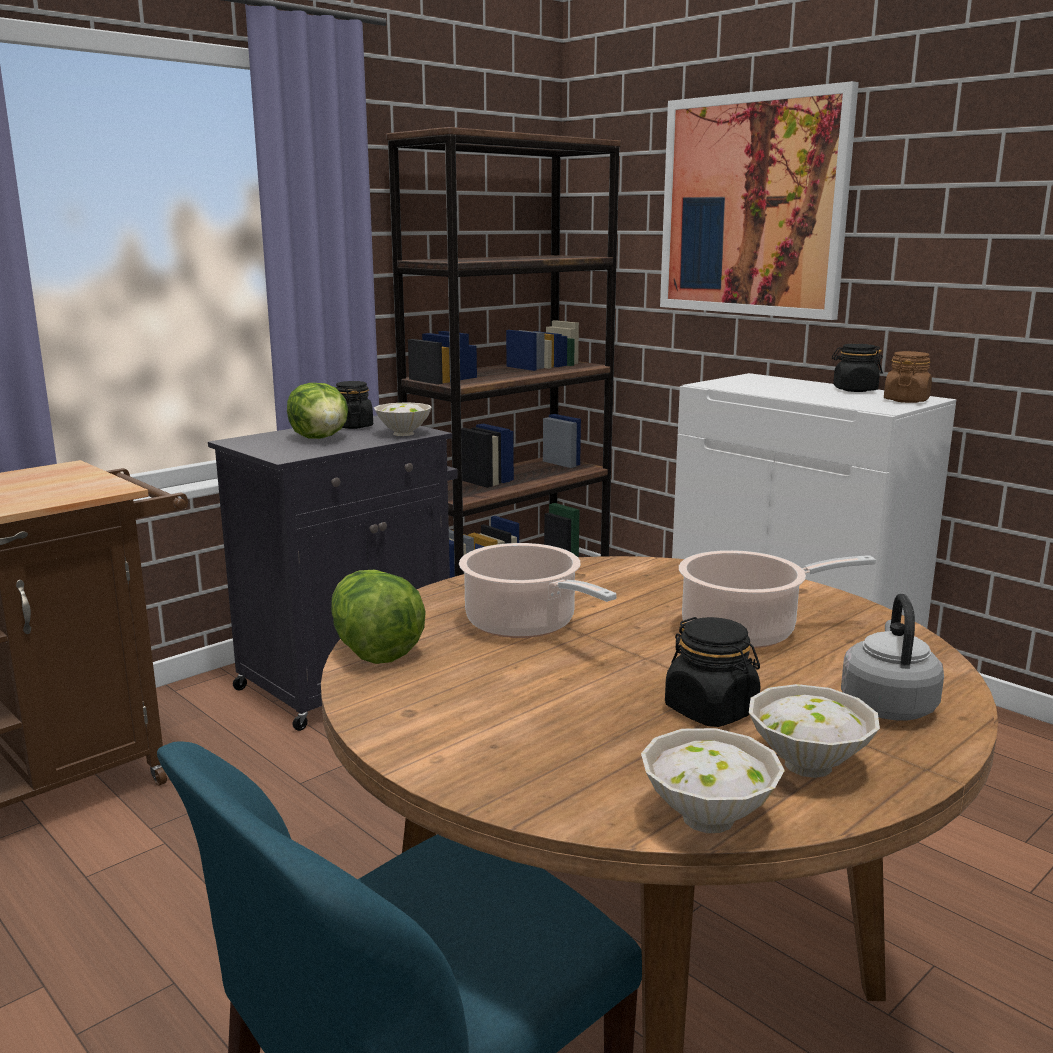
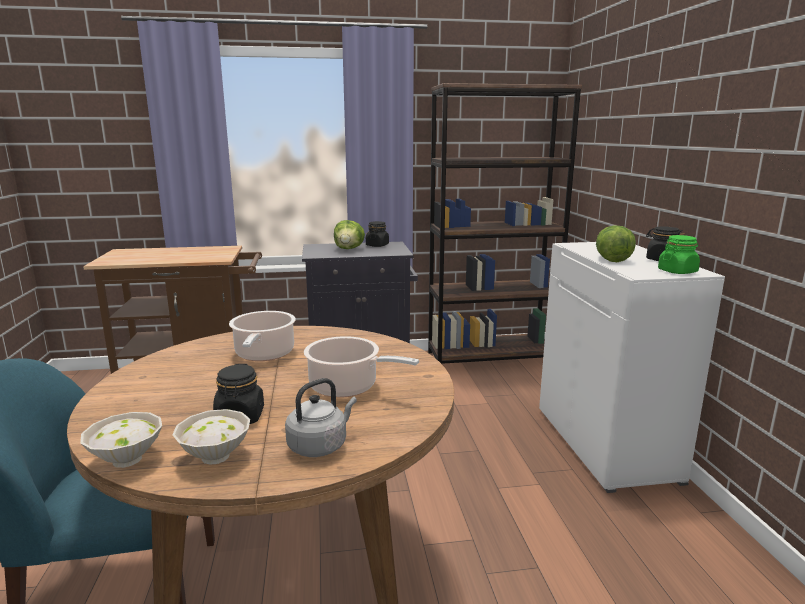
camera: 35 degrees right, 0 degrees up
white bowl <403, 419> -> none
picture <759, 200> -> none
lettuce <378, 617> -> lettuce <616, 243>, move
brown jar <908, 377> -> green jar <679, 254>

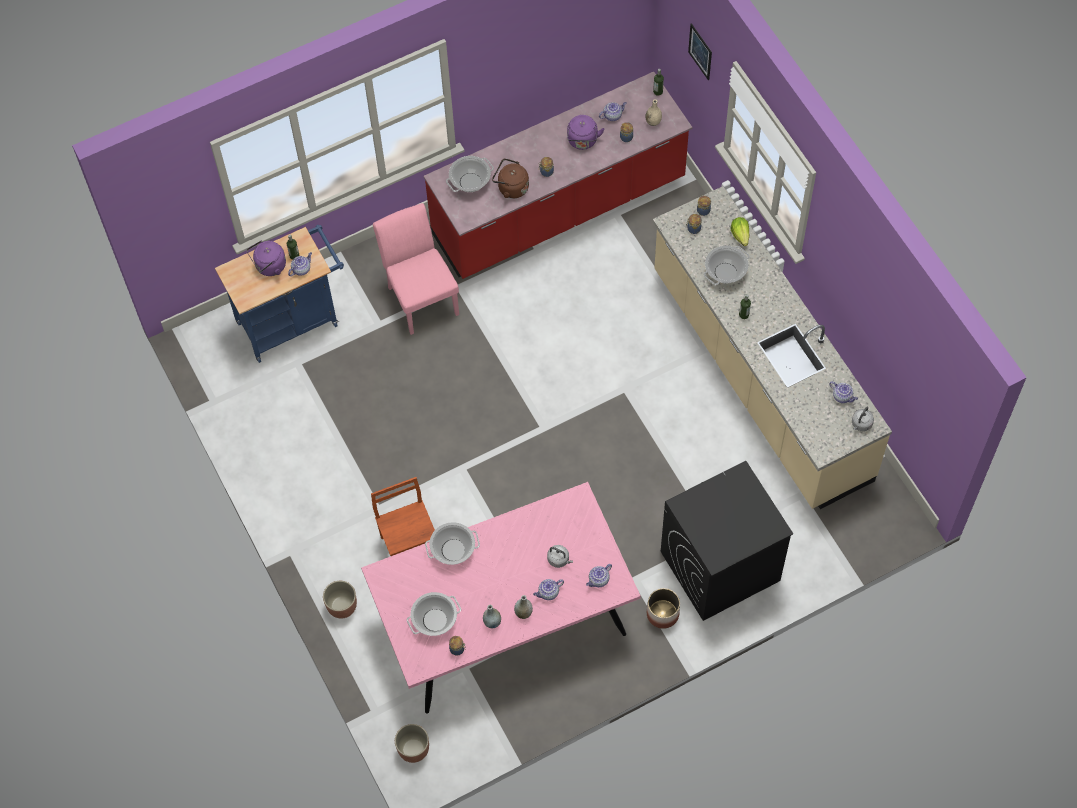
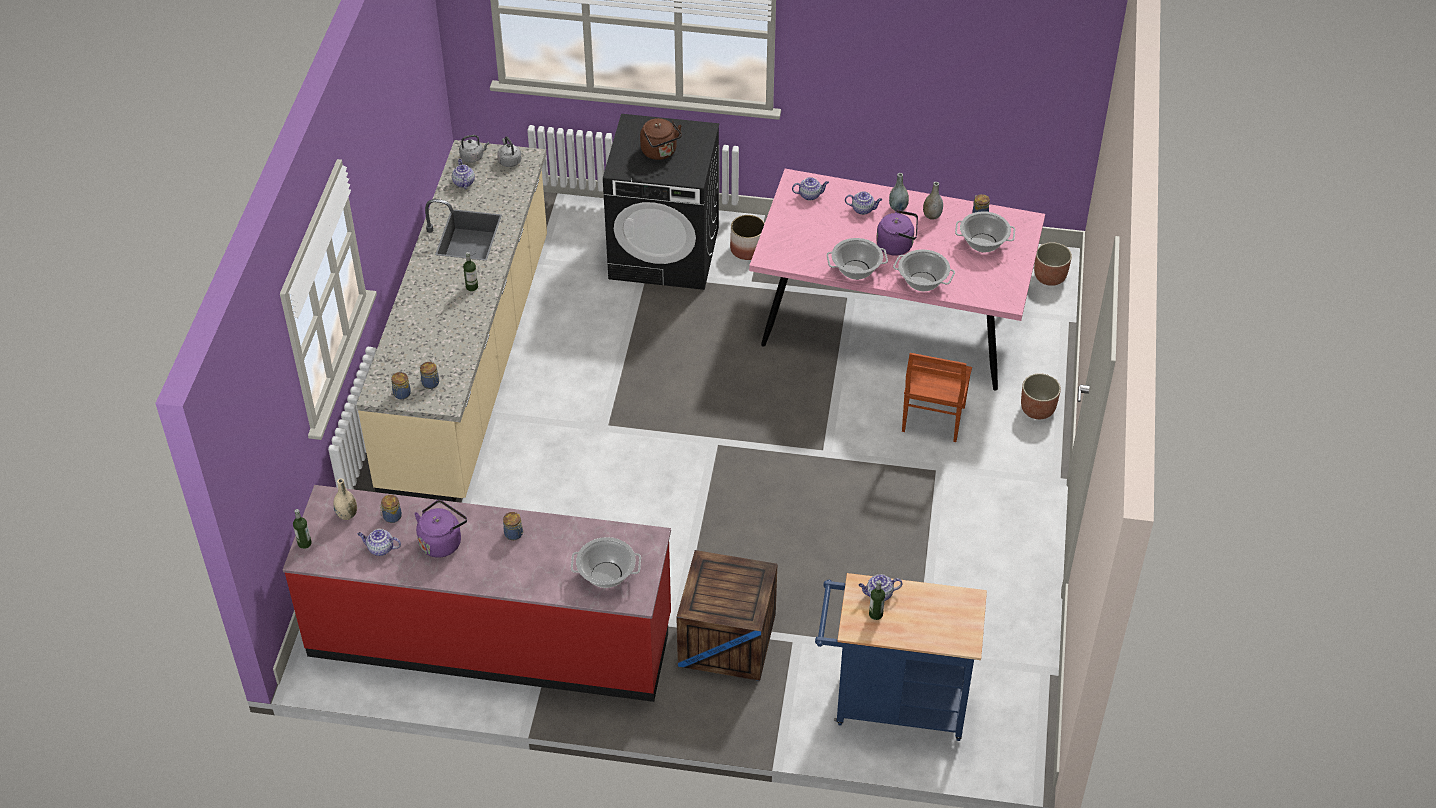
camera: 145 degrees left, 15 degrees down
picture <700, 51> -> none
lettuce <740, 231> -> none
purple kettle <266, 258> -> purple kettle <897, 233>, move
brown kettle <510, 178> -> brown kettle <661, 139>, move
grey kettle <560, 556> -> grey kettle <509, 151>, move
cooking pot <726, 265> -> cooking pot <857, 259>, move
pink chair <416, 269> -> crate <726, 615>

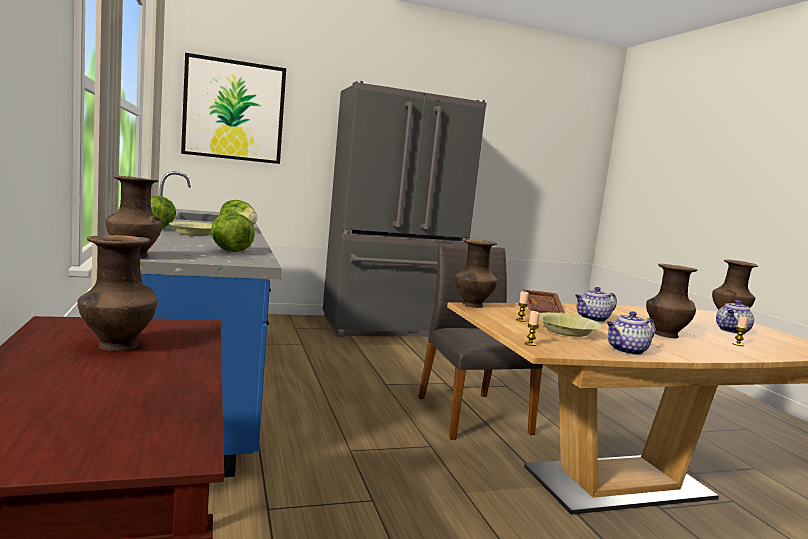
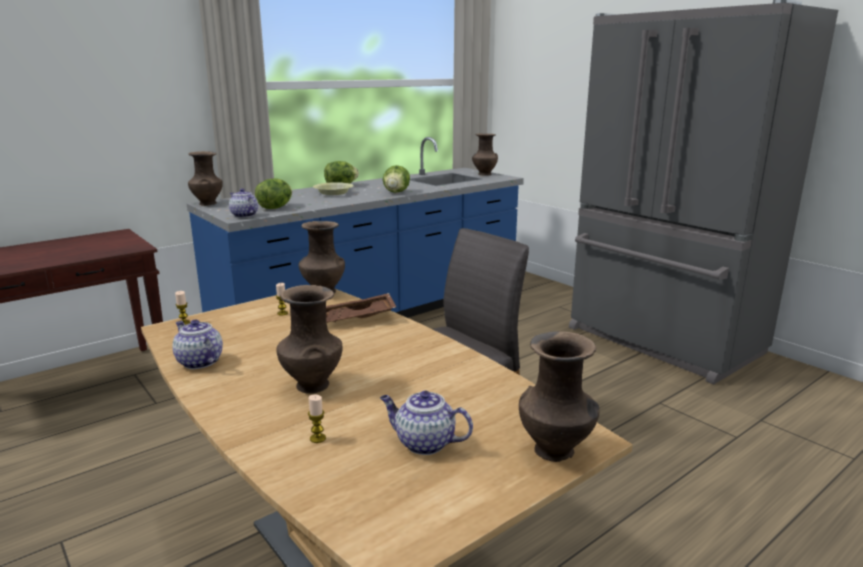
camera: 70 degrees right, 10 degrees up
picture <233, 108> -> none
yellow bowl <570, 324> -> none
brown vase <117, 293> -> brown vase <485, 154>, move
teapot <596, 304> -> teapot <243, 203>, move

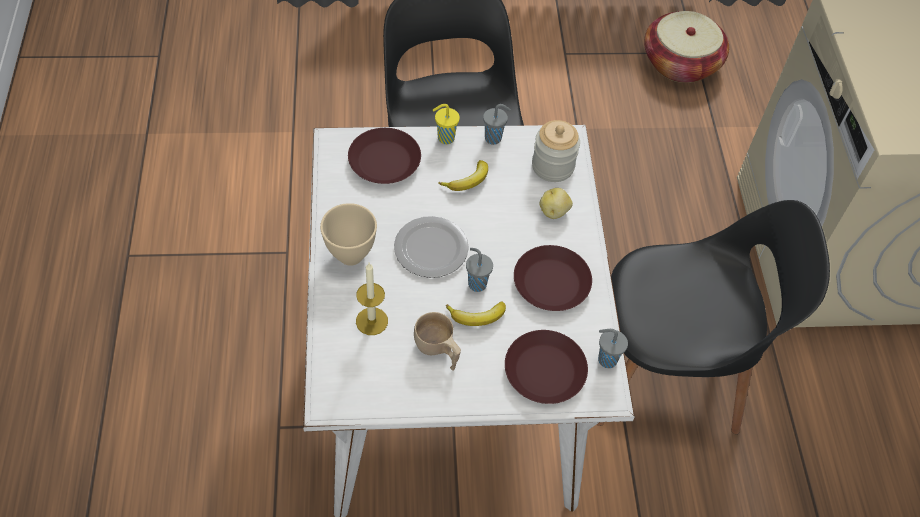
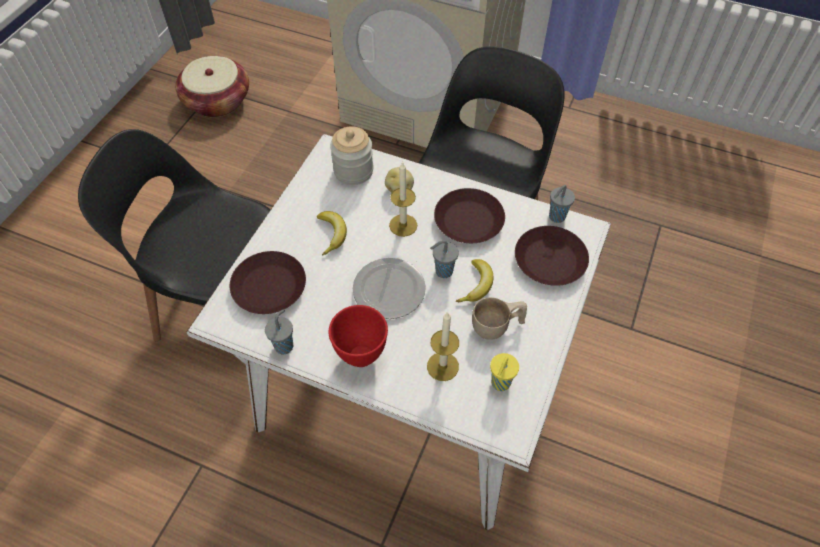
camera: 60 degrees left, 0 degrees up
none -> candle <403, 199>
yellow cup <446, 124> -> yellow cup <504, 372>, move
grey cup <497, 124> -> grey cup <279, 332>, move
beige bowl <348, 234> -> red bowl <358, 336>

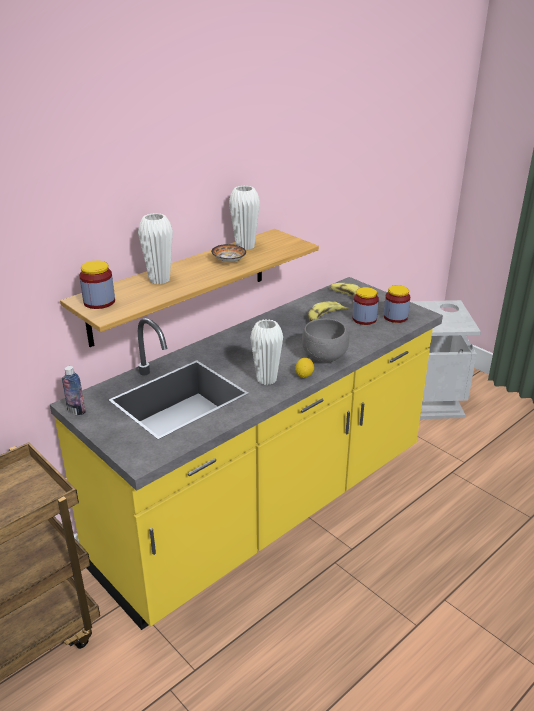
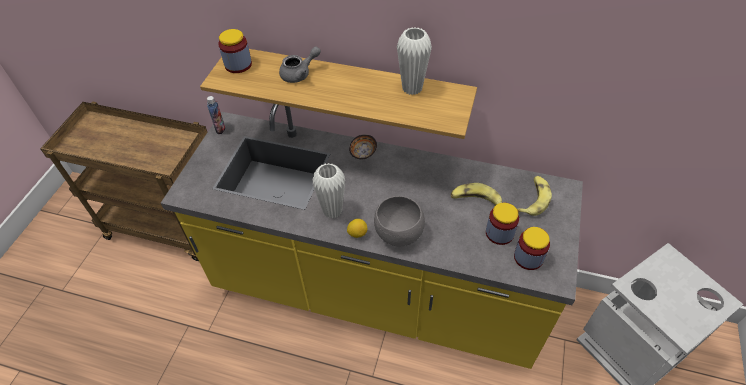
camera: 60 degrees right, 20 degrees up
bowl <228, 253> -> bowl <363, 147>, move
white vase <155, 248> -> grey teapot <300, 65>

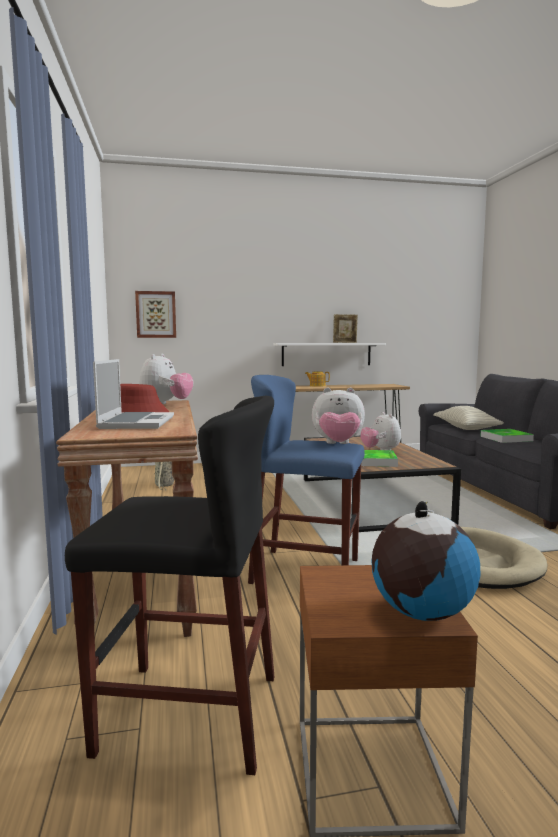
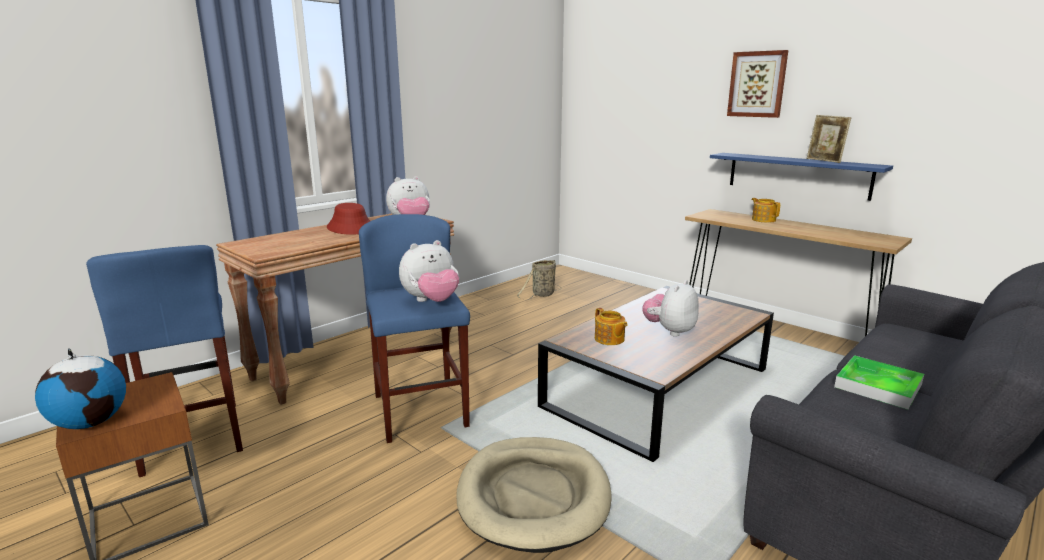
camera: 55 degrees right, 10 degrees up
laptop <133, 394> -> none
pillow <468, 418> -> none
picture <155, 314> -> picture <757, 84>, move
tray <379, 458> -> teapot <611, 326>
black stool <169, 585> -> blue stool <164, 361>
white shelf <329, 354> -> blue shelf <801, 177>
plush toy <338, 416> -> plush toy <429, 271>, 90 degrees counterclockwise

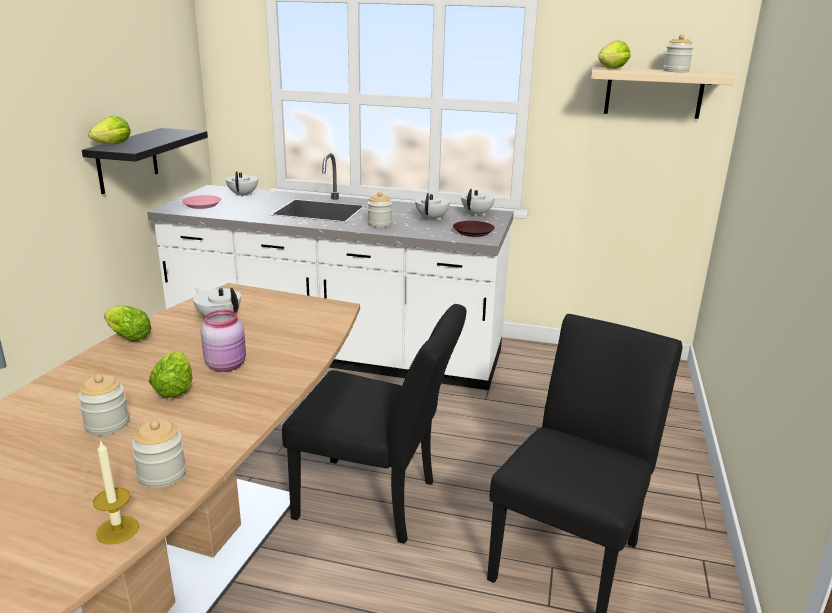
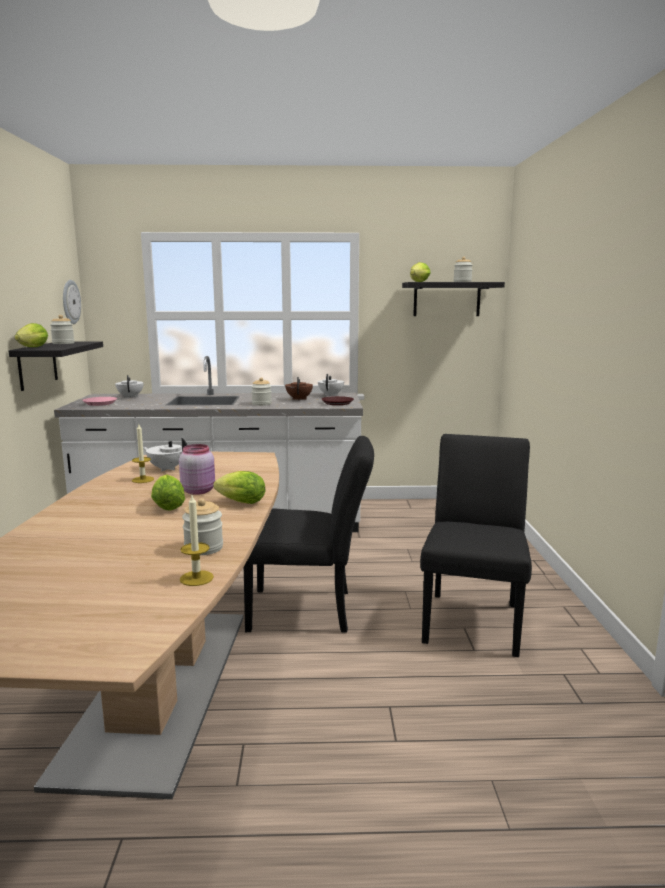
camera: 15 degrees left, 10 degrees down
none -> wall clock <72, 302>
none -> candle <143, 453>
jar <103, 405> -> jar <62, 329>, move
lettuce <128, 323> -> lettuce <239, 487>, move
white teapot <432, 207> -> brown teapot <299, 388>
beige shelf <662, 93> -> black shelf <453, 299>

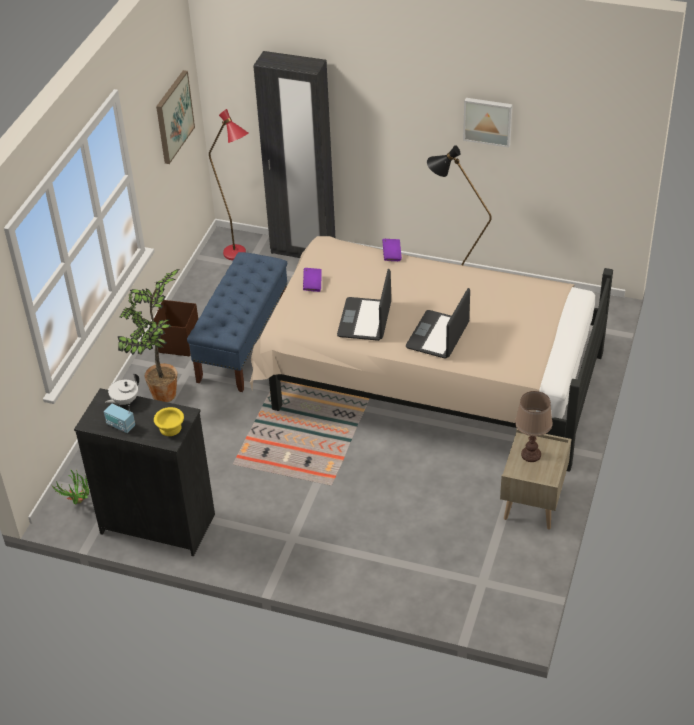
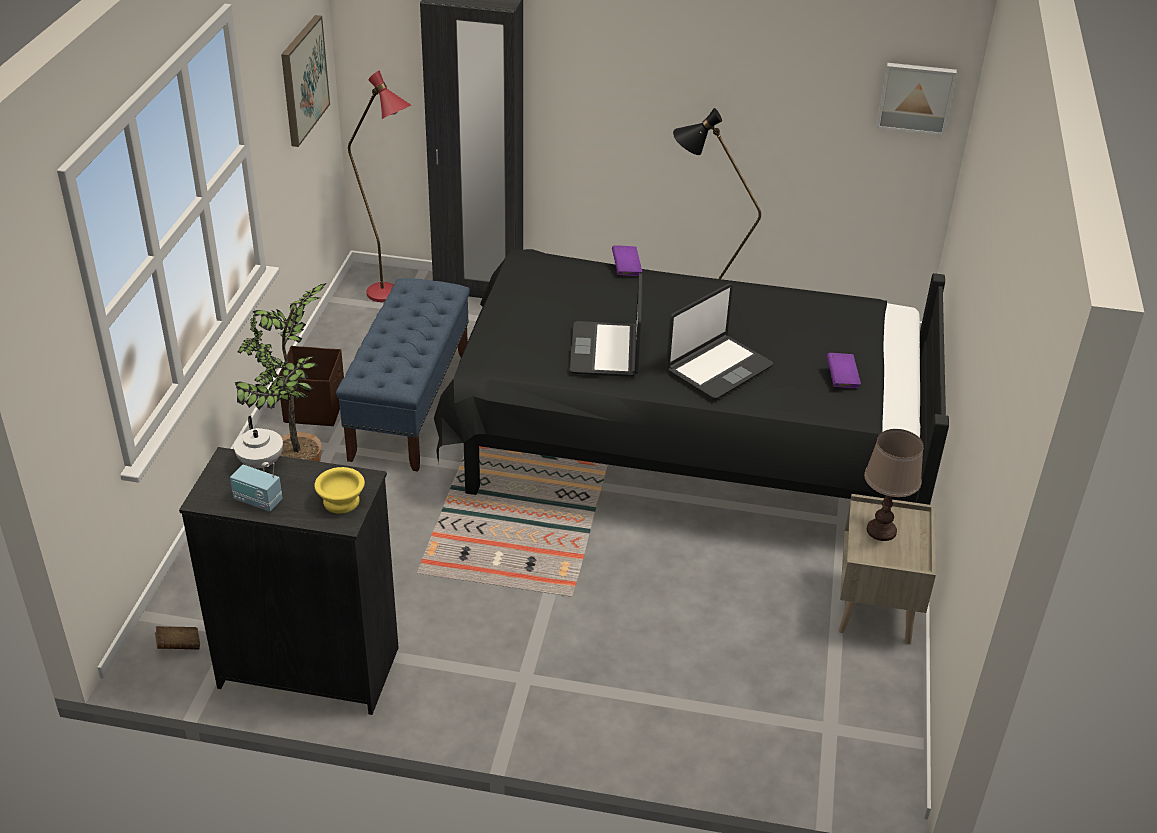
camera: 10 degrees left, 5 degrees down
purple book <312, 280> -> purple book <843, 370>, move
picture <488, 123> -> picture <917, 99>, move
potted plant <70, 486> -> brown book <177, 638>
beige bed <431, 354> -> black bed <691, 377>
white teapot <122, 389> -> white teapot <258, 443>, 60 degrees counterclockwise
laptop <438, 323> -> laptop <719, 341>, 150 degrees counterclockwise

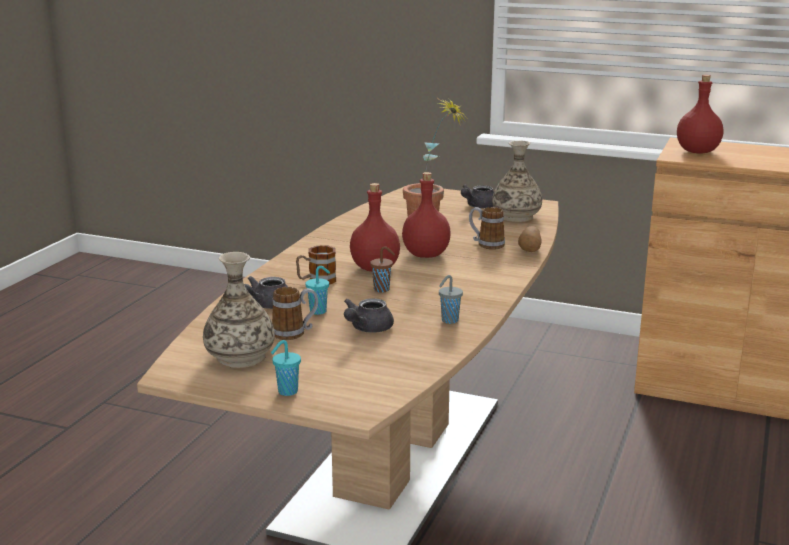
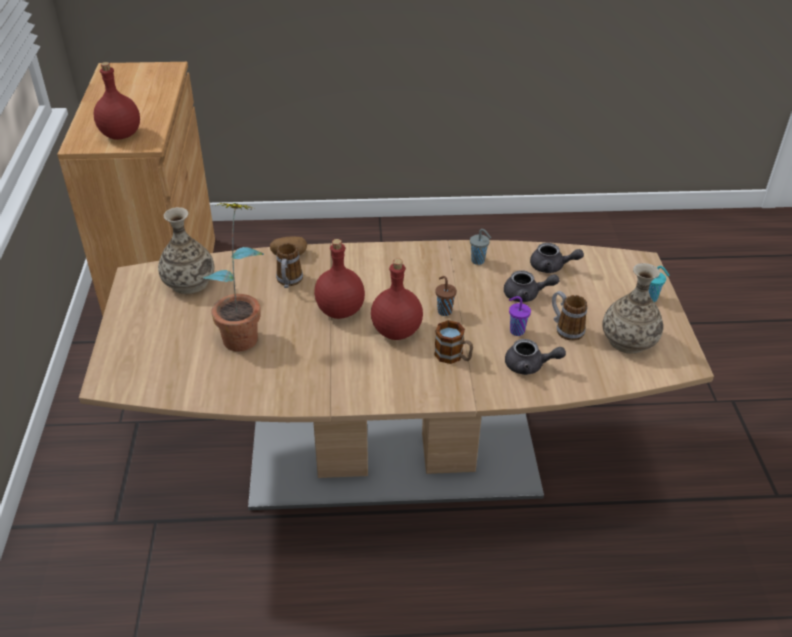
camera: 115 degrees left, 20 degrees up
grey teapot <477, 197> -> grey teapot <557, 258>, move
turquoise cup <317, 290> -> purple cup <520, 316>

